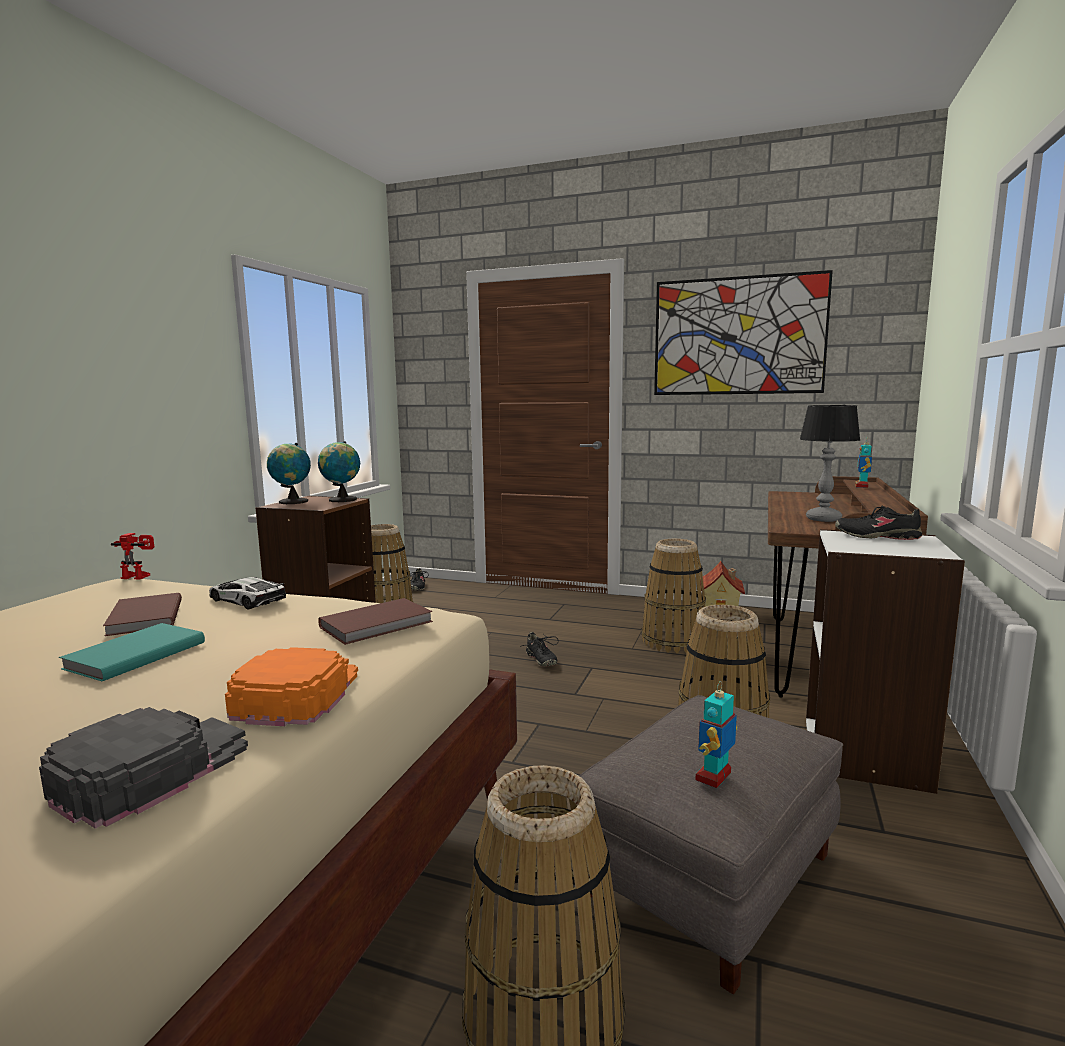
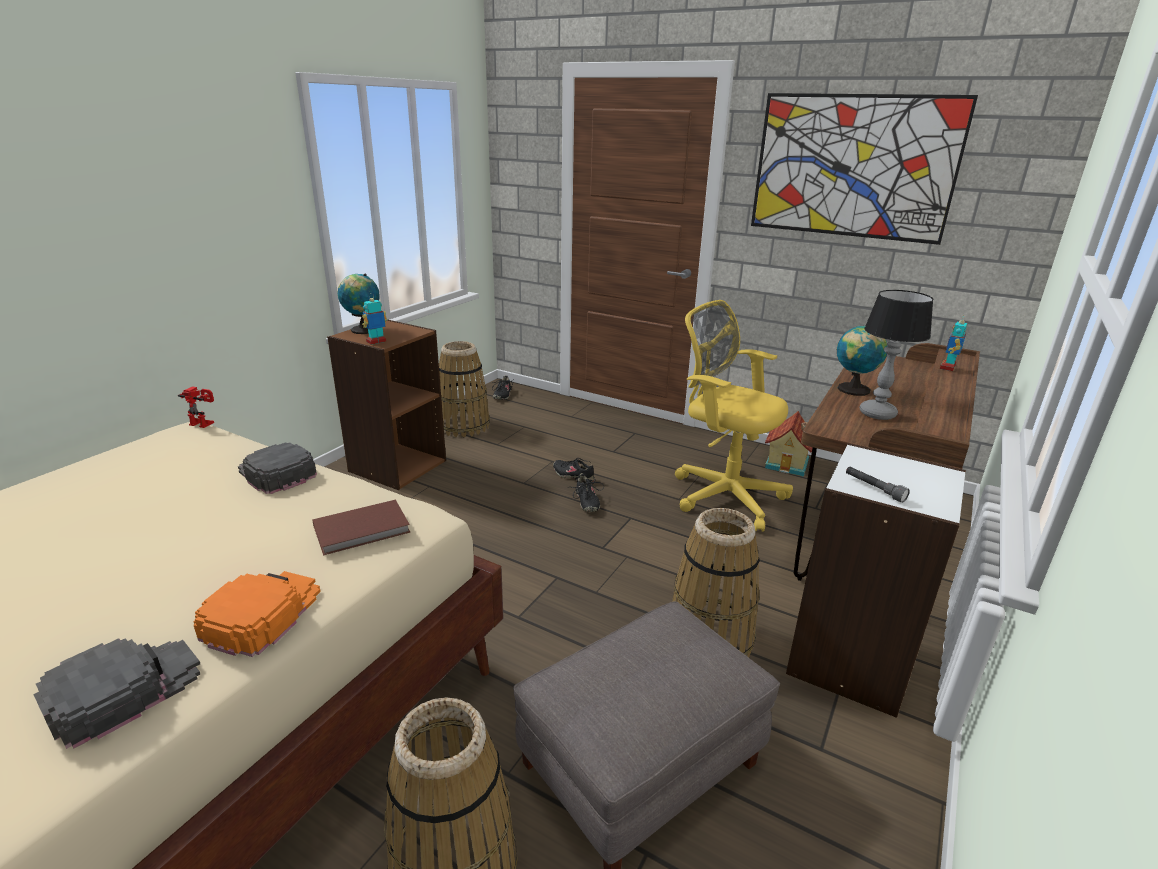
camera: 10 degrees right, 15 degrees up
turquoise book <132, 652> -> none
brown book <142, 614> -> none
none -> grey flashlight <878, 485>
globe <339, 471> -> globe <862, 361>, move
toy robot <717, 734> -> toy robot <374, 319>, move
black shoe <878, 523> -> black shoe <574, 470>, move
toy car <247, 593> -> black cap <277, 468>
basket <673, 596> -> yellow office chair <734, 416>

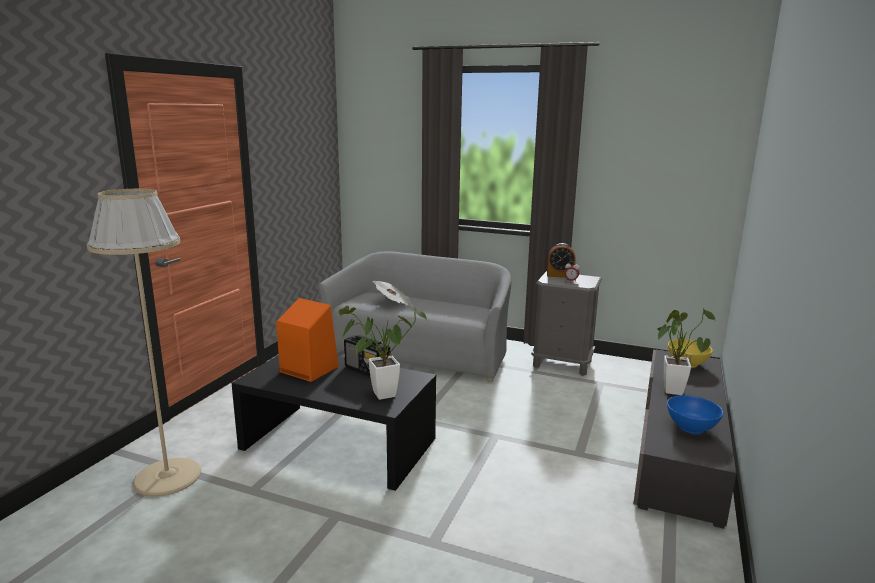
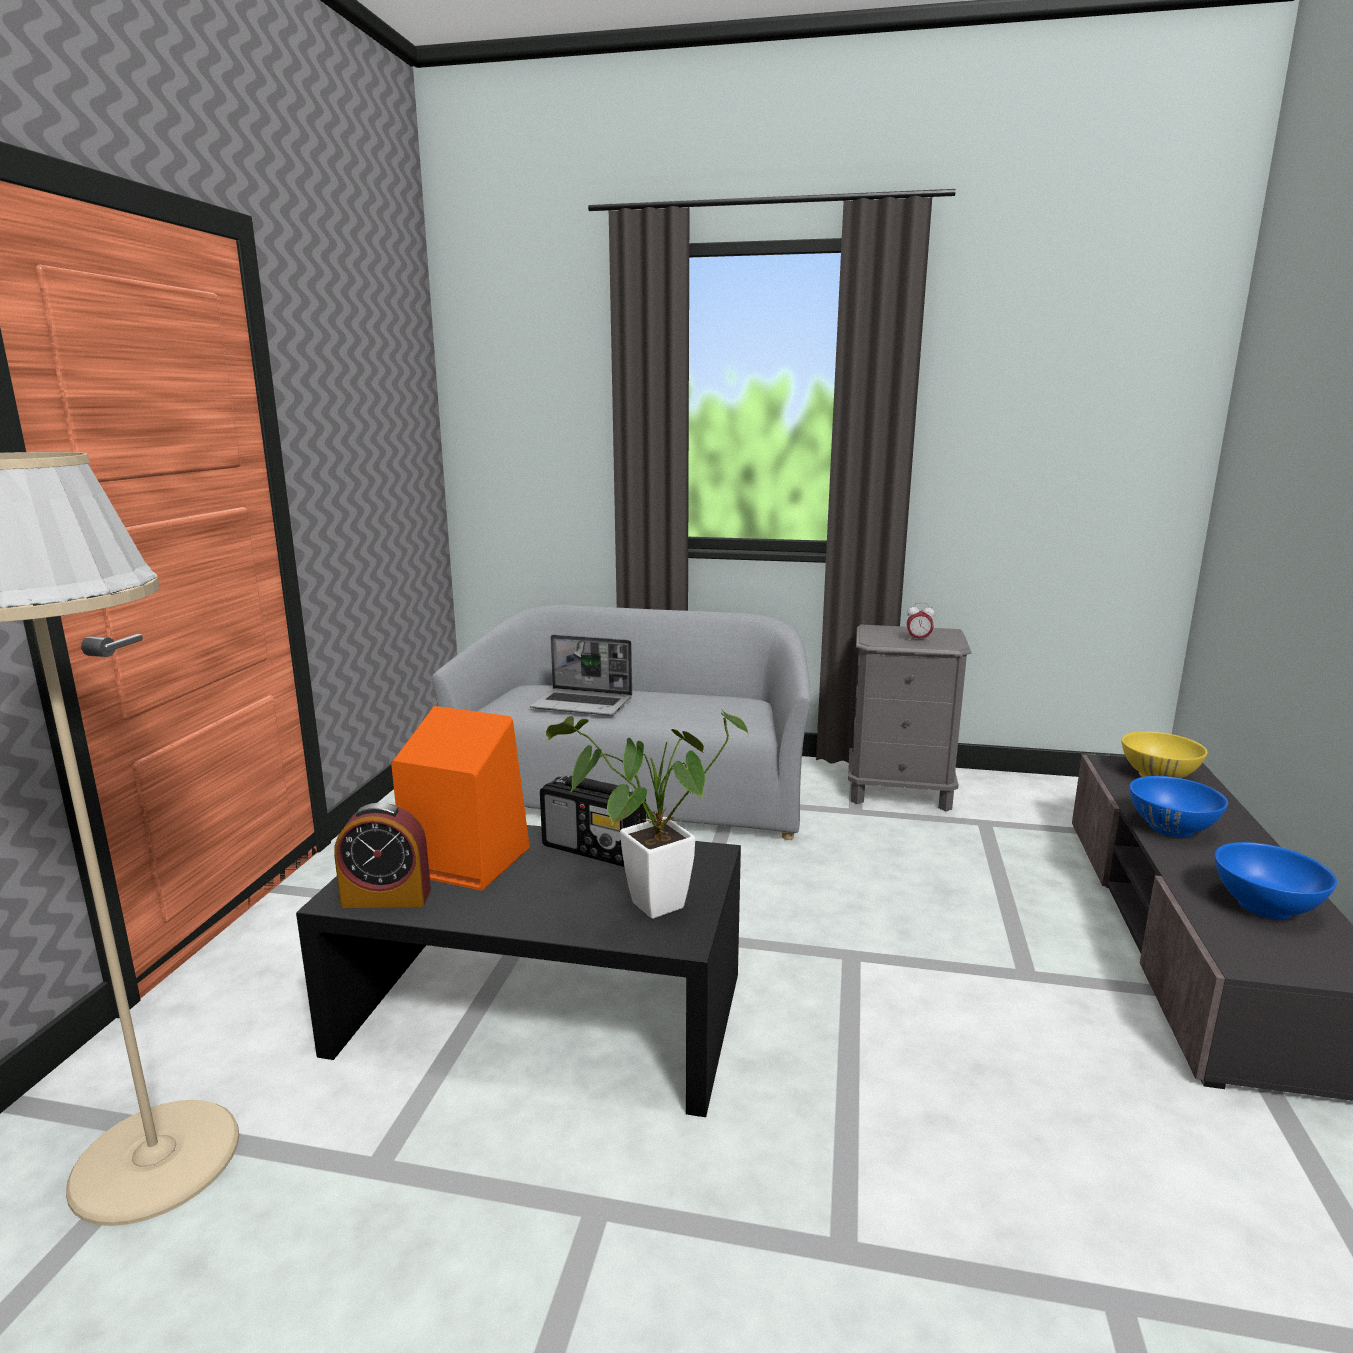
camera: 10 degrees left, 0 degrees up
alarm clock <561, 260> -> alarm clock <382, 855>, move
newspaper <393, 293> -> laptop <581, 675>
potted plant <686, 351> -> blue bowl <1178, 806>

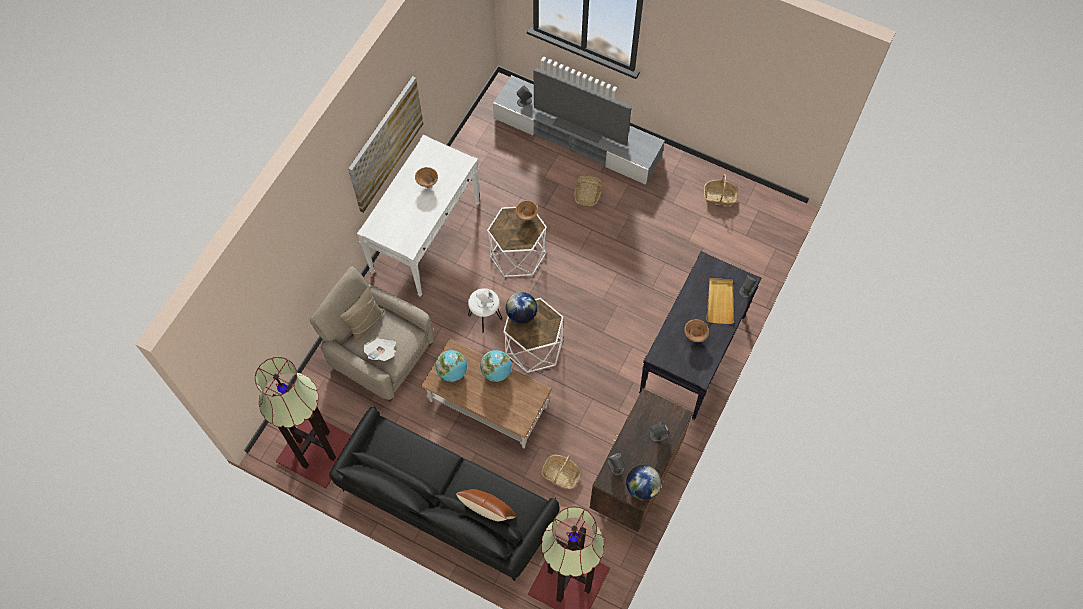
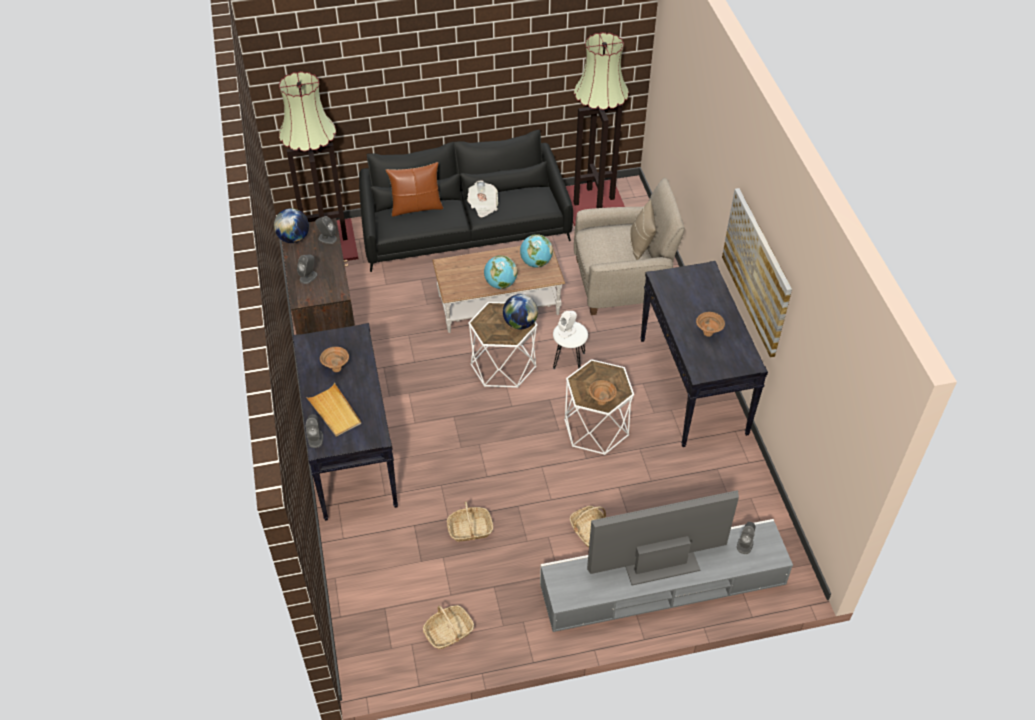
camera: 140 degrees right, 15 degrees down
newspaper <379, 349> -> newspaper <482, 199>, move
basket <561, 472> -> basket <470, 521>, move
white console table <418, 215> -> black console table <704, 354>

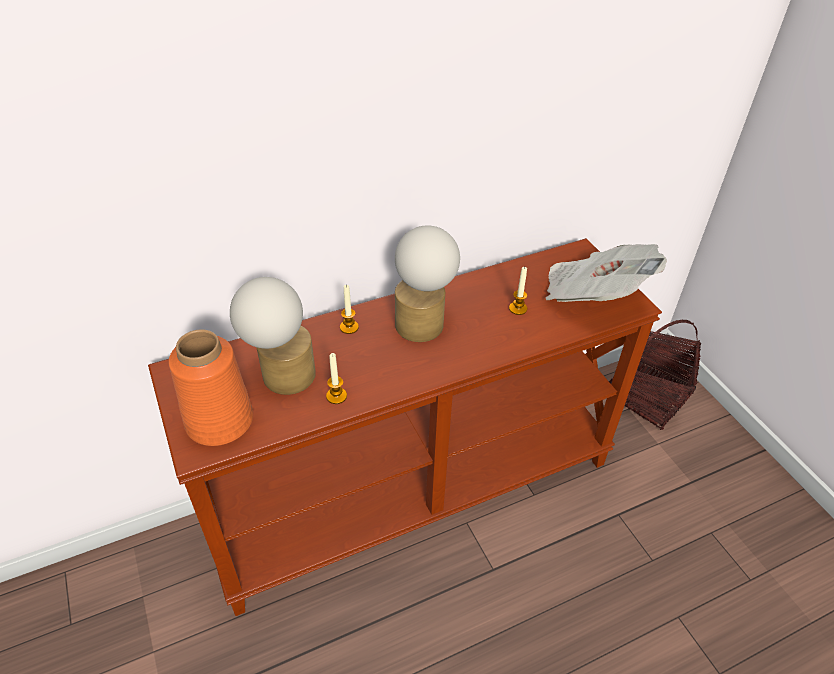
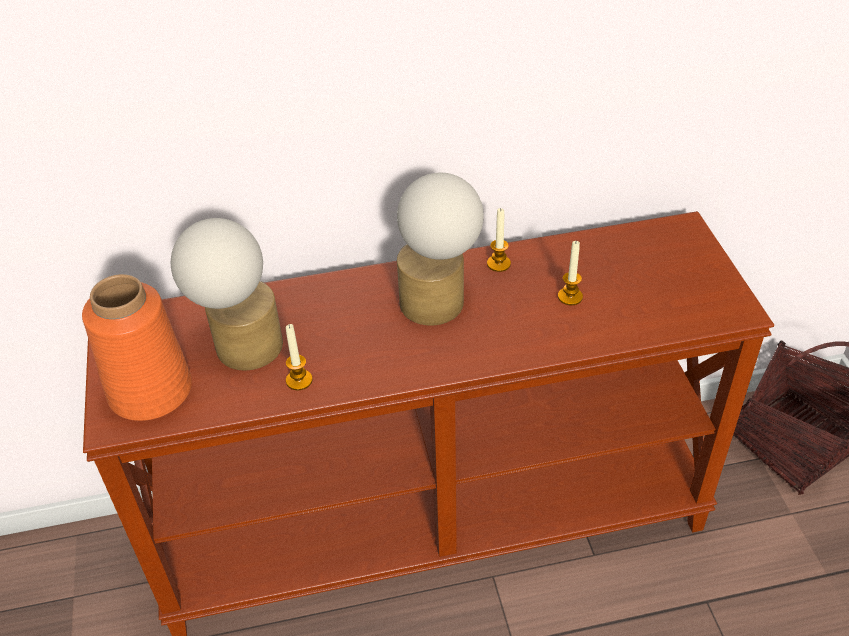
camera: 15 degrees right, 0 degrees up
newspaper <606, 273> -> none
candle <349, 309> -> candle <499, 240>, move

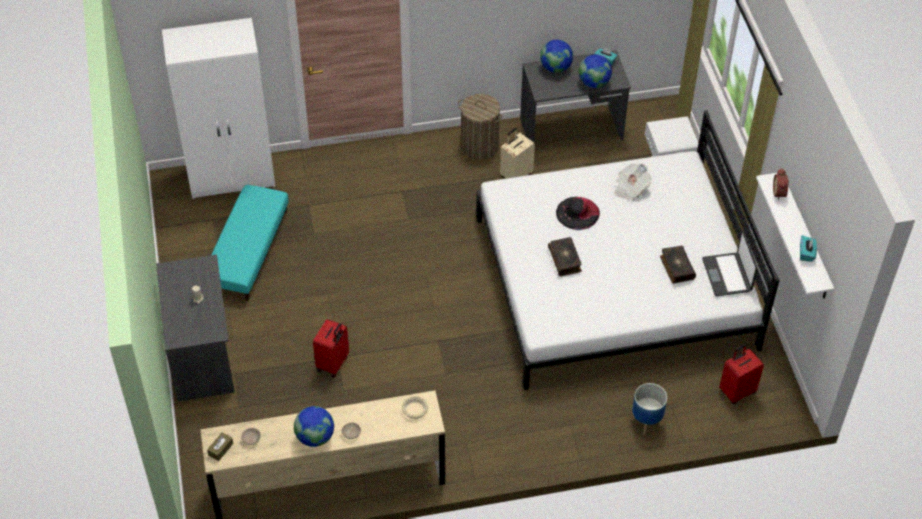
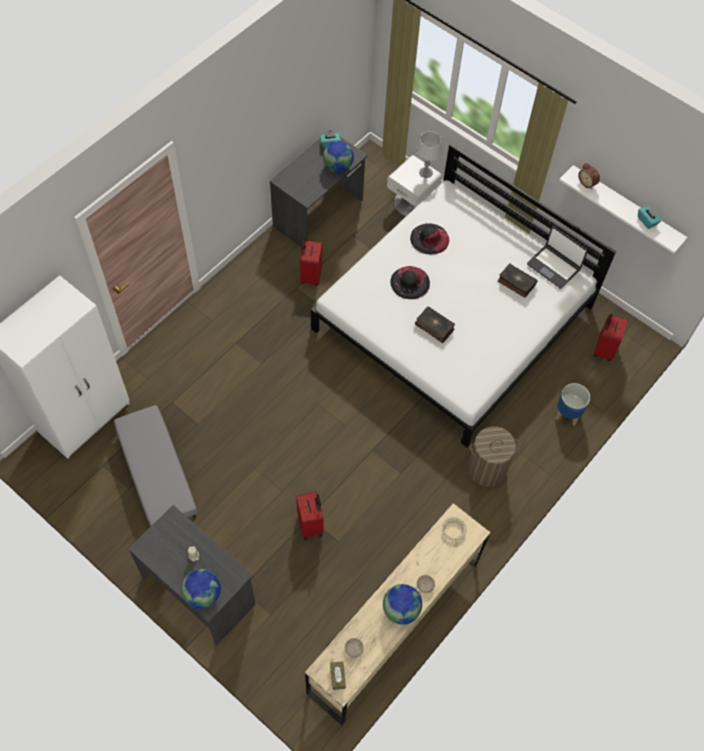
camera: 40 degrees left, 10 degrees up
none -> grey table lamp <429, 154>
laundry basket <480, 127> -> laundry basket <494, 456>, move
globe <556, 56> -> globe <201, 589>, move
newspaper <633, 182> -> black hat <429, 238>
turquoise ottoman <250, 243> -> grey ottoman <155, 466>
beige suitcase <517, 153> -> red suitcase <311, 262>

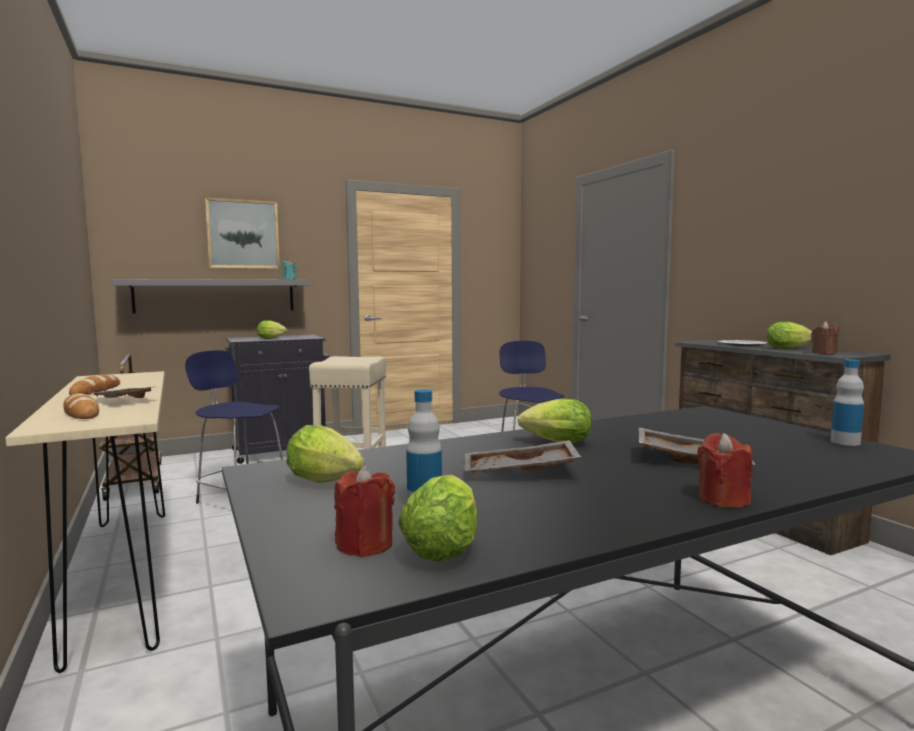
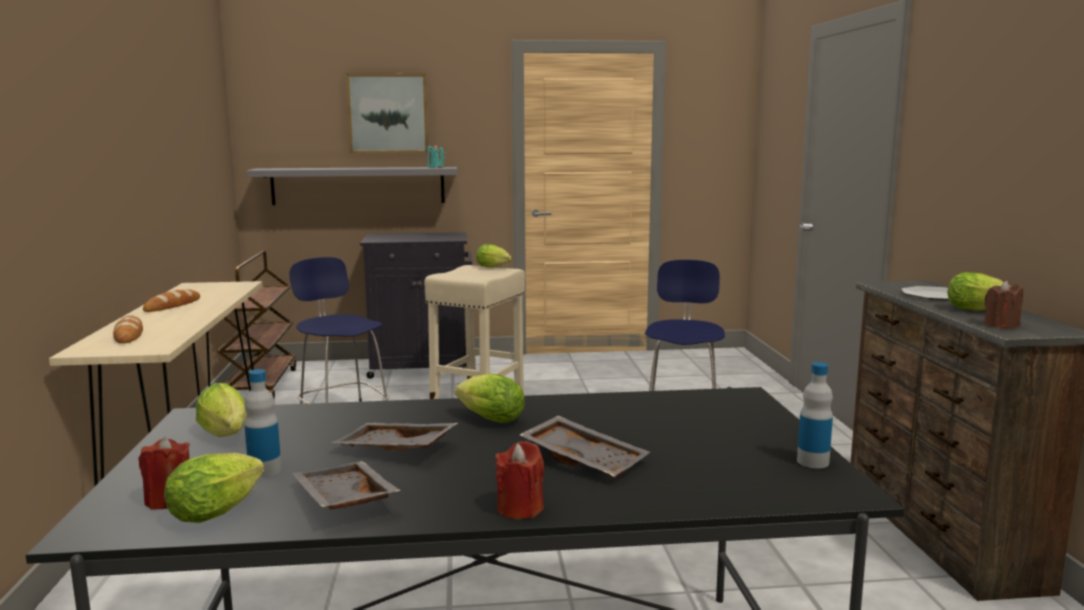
camera: 20 degrees right, 5 degrees up
grey tray <119, 392> -> grey tray <346, 485>, move
lettuce <272, 329> -> lettuce <493, 256>, move

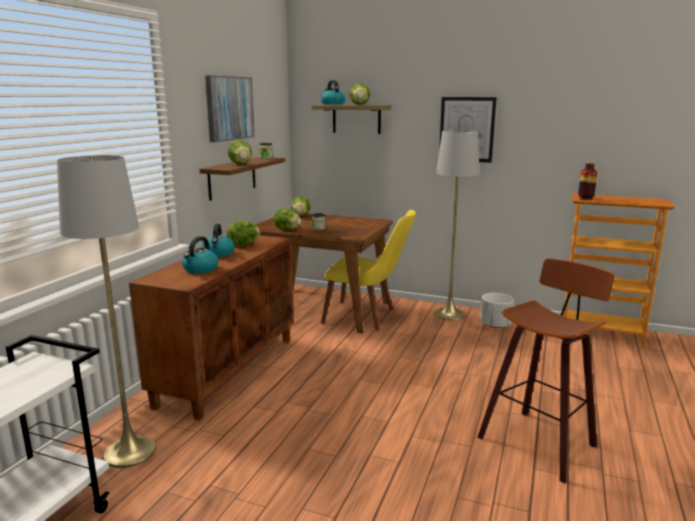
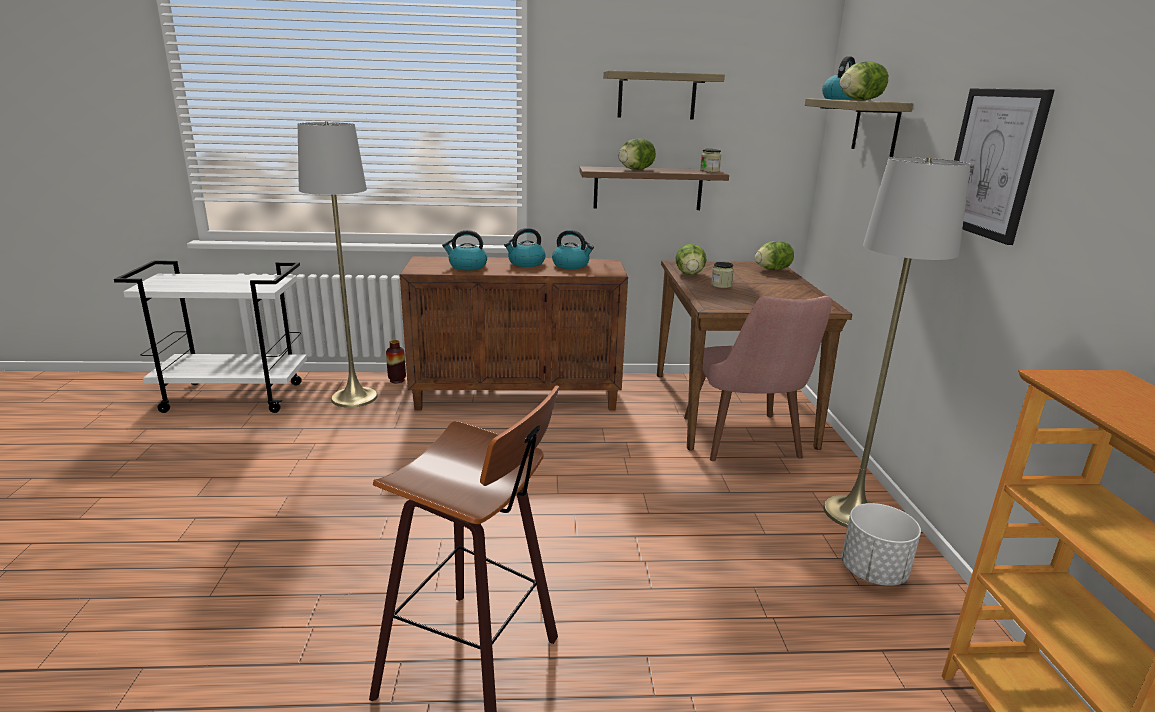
camera: 65 degrees right, 5 degrees up
vase <587, 181> -> vase <396, 361>, move
picture <229, 108> -> shelf <664, 95>
lettuce <243, 233> -> kettle <573, 249>
yellow chair <368, 270> -> pink chair <758, 378>

